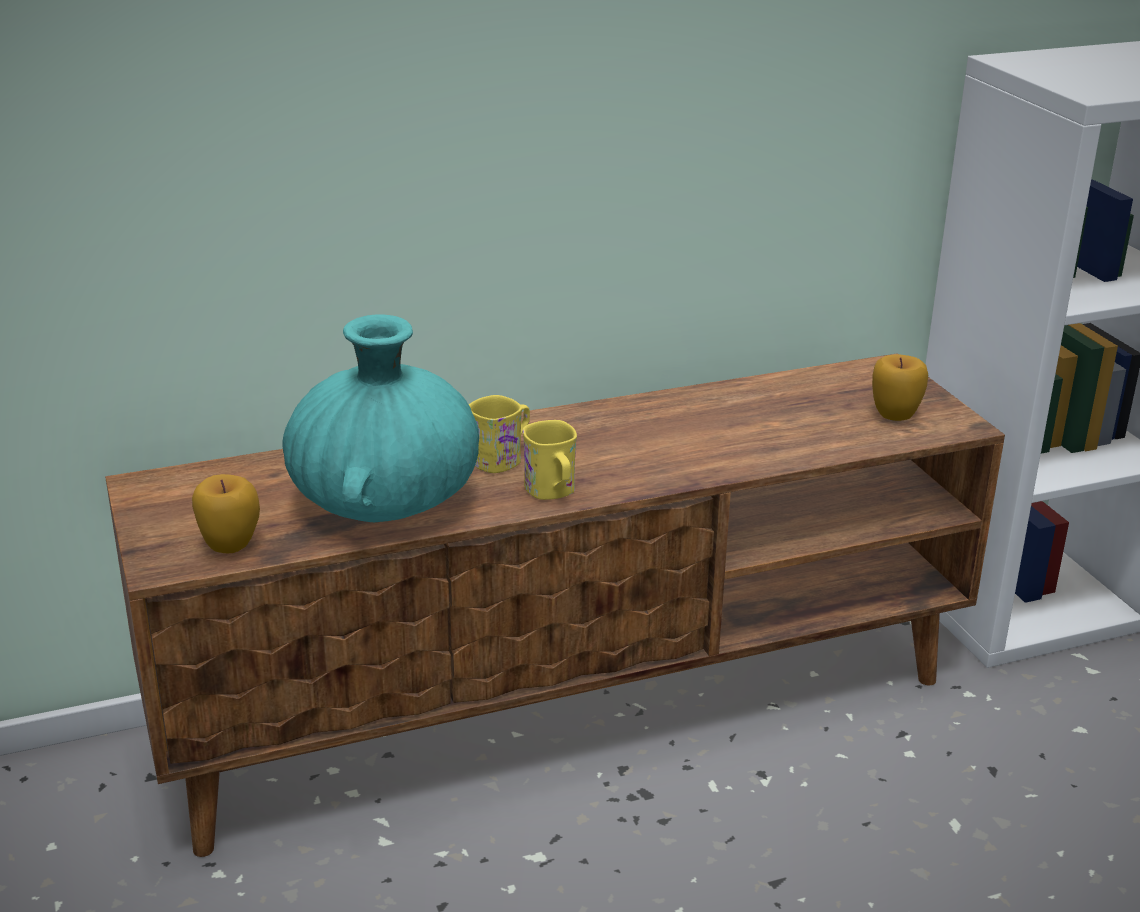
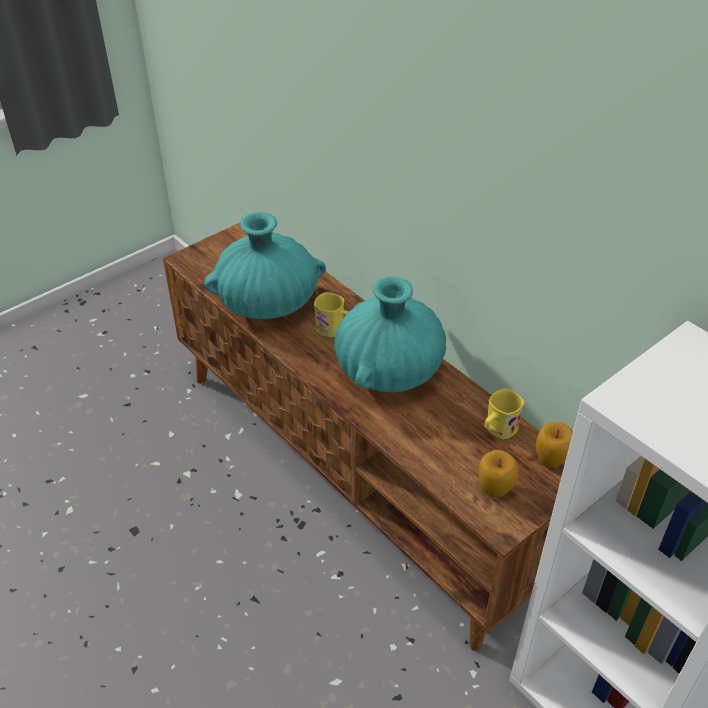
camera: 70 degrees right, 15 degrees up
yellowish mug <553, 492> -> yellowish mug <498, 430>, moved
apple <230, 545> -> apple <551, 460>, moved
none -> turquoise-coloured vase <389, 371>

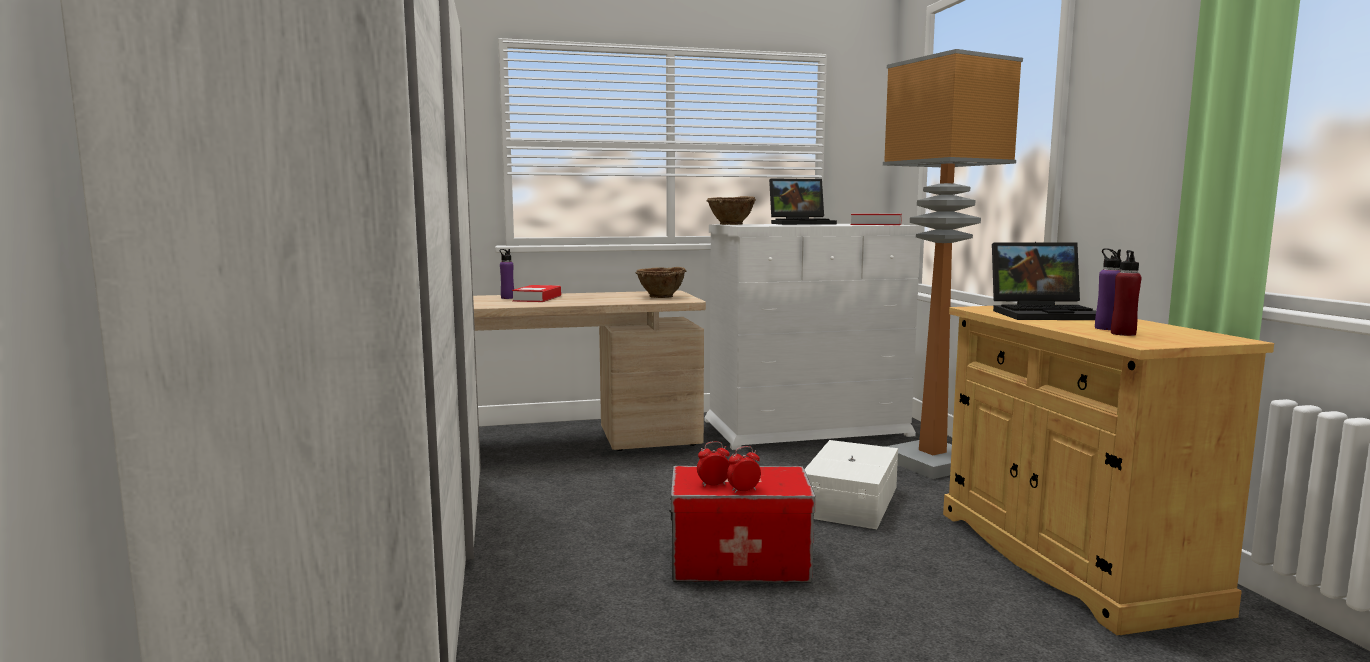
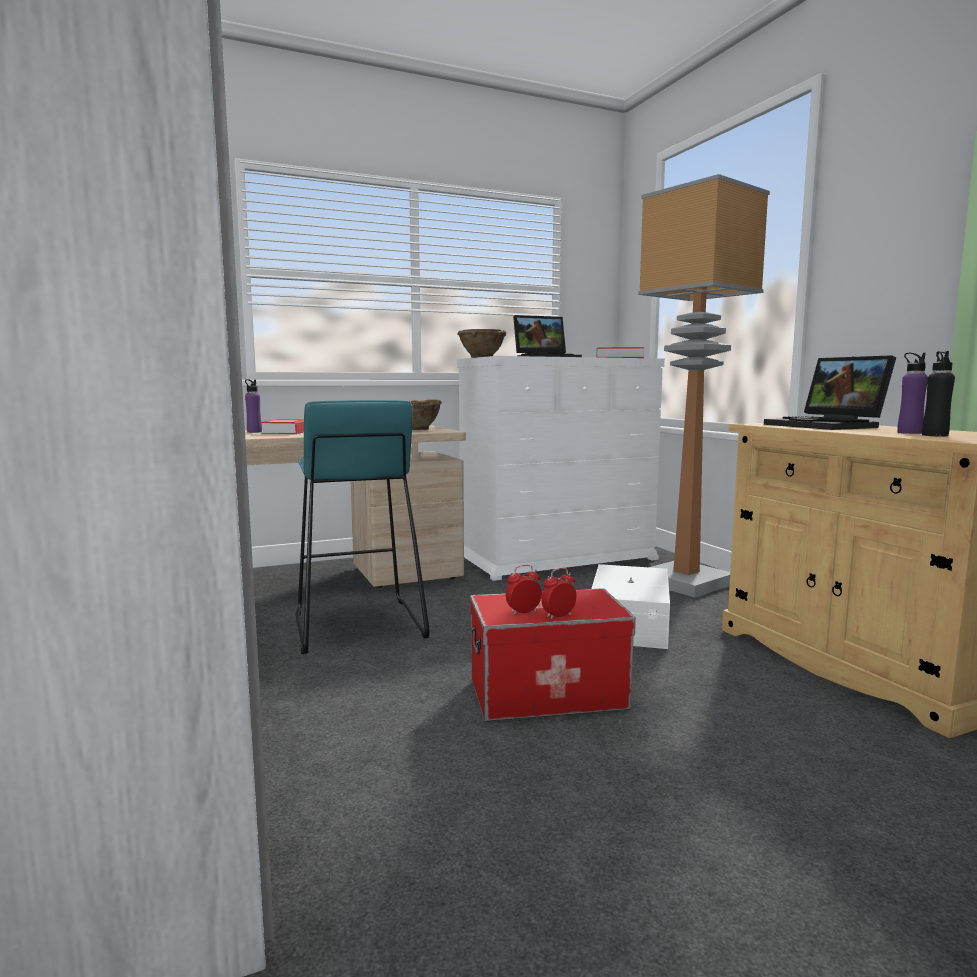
camera: 10 degrees left, 0 degrees up
notebook computer <1045, 314> -> notebook computer <828, 426>, 75 degrees clockwise
reddish drink bottle <1123, 334> -> blackish drink bottle <935, 435>
none -> turquoise-coloured stool <357, 626>

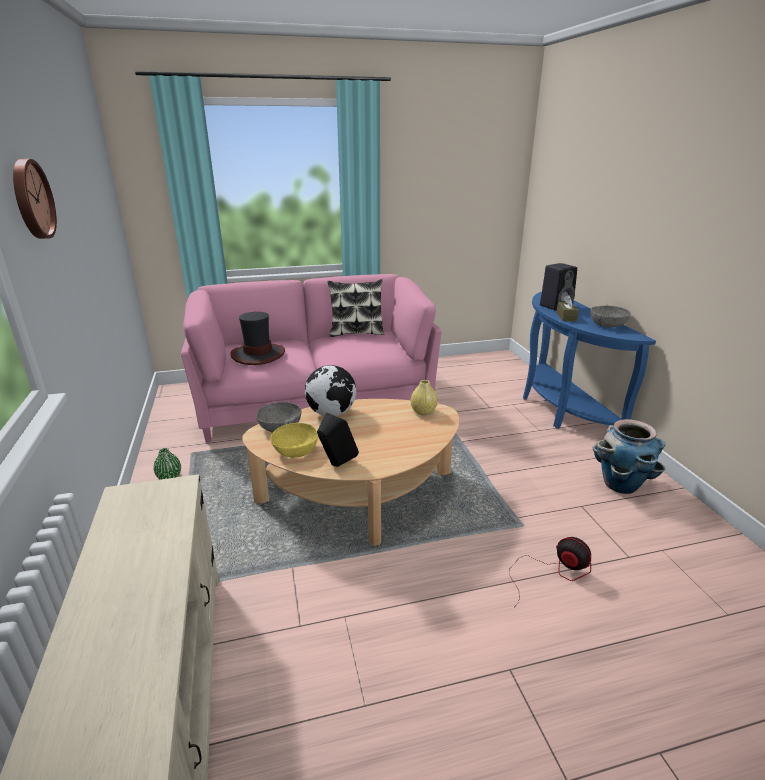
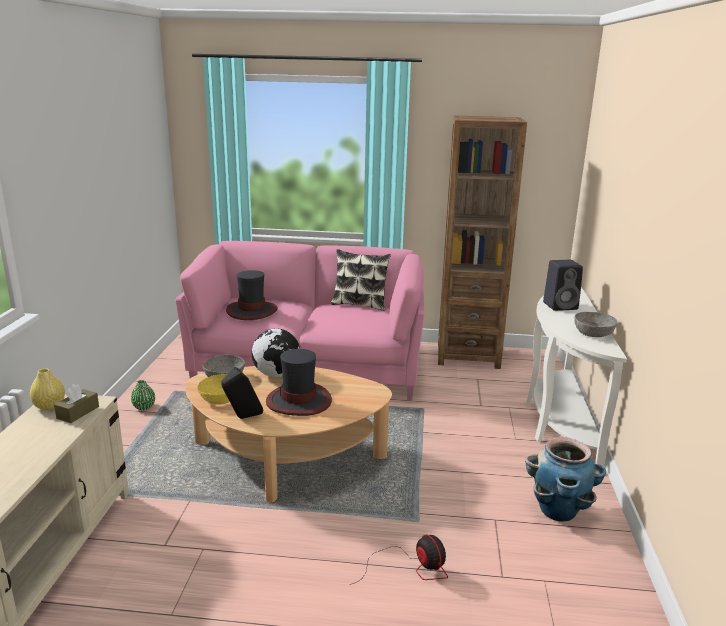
camera: 20 degrees right, 5 degrees down
clock on the wall <31, 199> -> none
bluish console table <559, 409> -> white-coloured console table <558, 422>
brown-coloured tissue holder <566, 317> -> brown-coloured tissue holder <78, 412>, moved
yellowish vase <423, 412> -> yellowish vase <49, 406>, moved
none -> brown-coloured bookcase <468, 356>
none -> hat <299, 401>

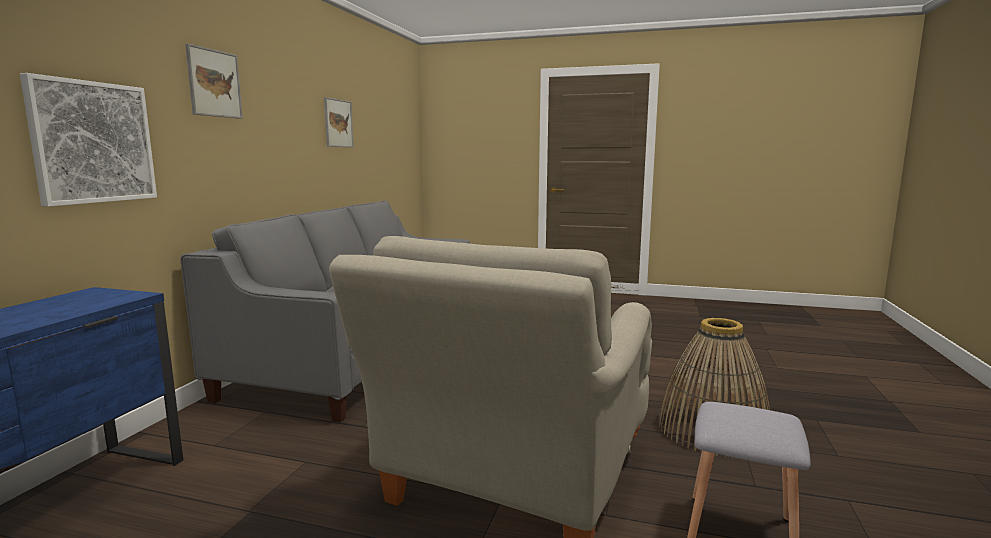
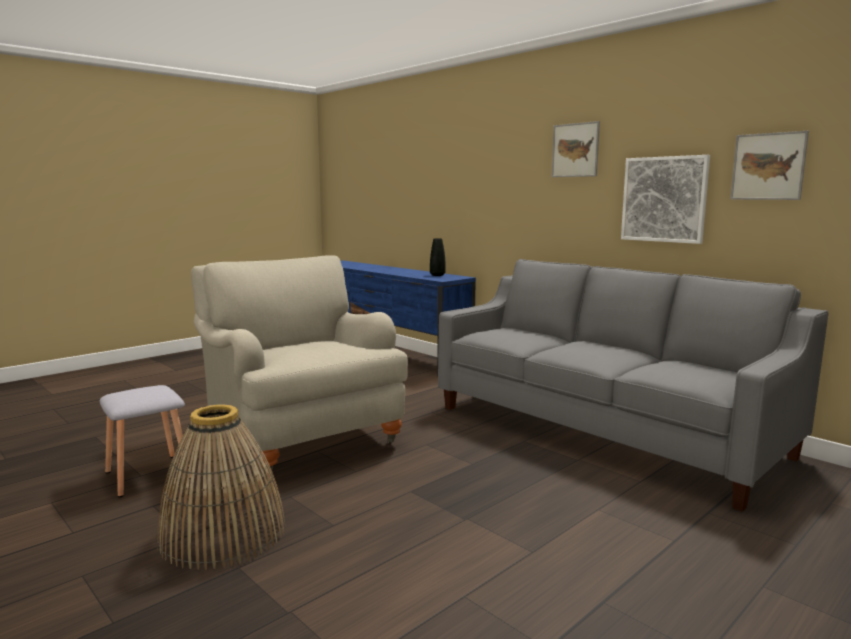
camera: 120 degrees right, 0 degrees up
wall picture <93, 142> -> wall picture <664, 199>, moved
none -> blackish vase <437, 275>

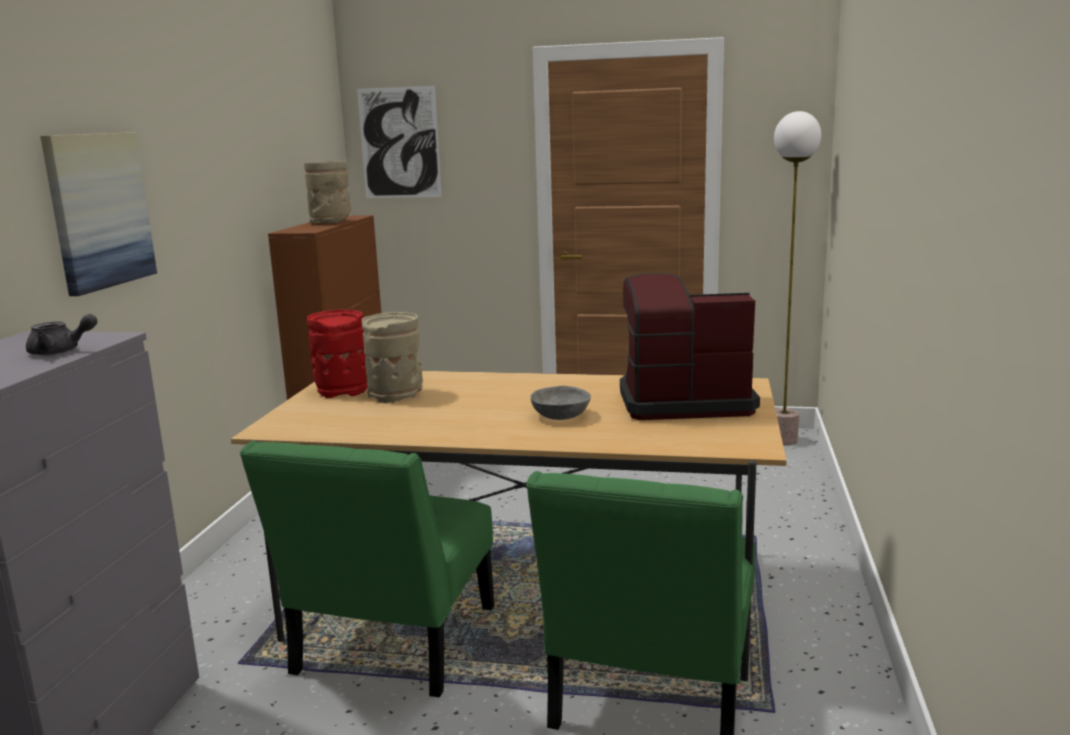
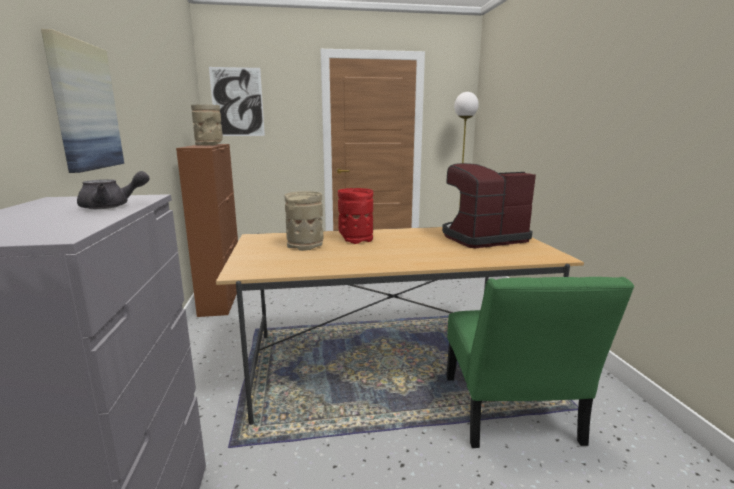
camera: 20 degrees left, 0 degrees up
reddish vase <342, 390> -> reddish vase <355, 239>, moved
greyish deep dish <560, 416> -> none
green-coloured plain chair <390, 646> -> none

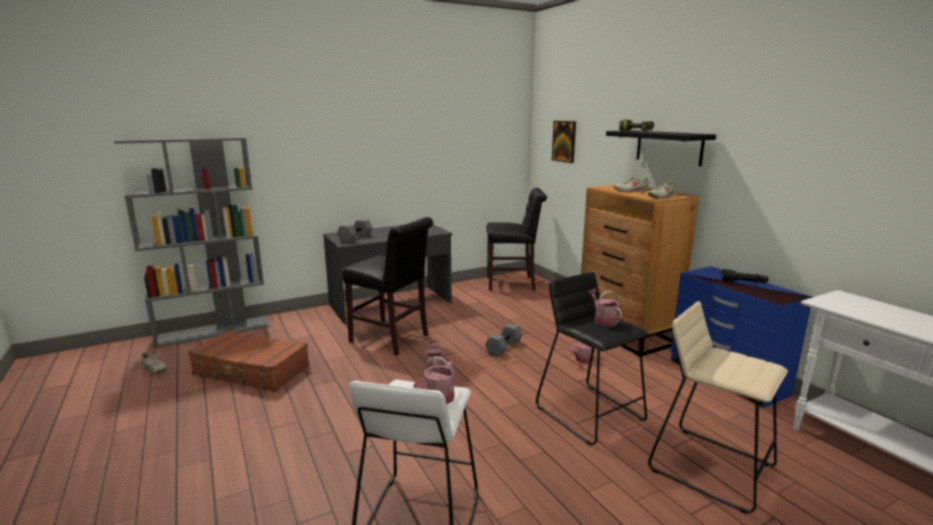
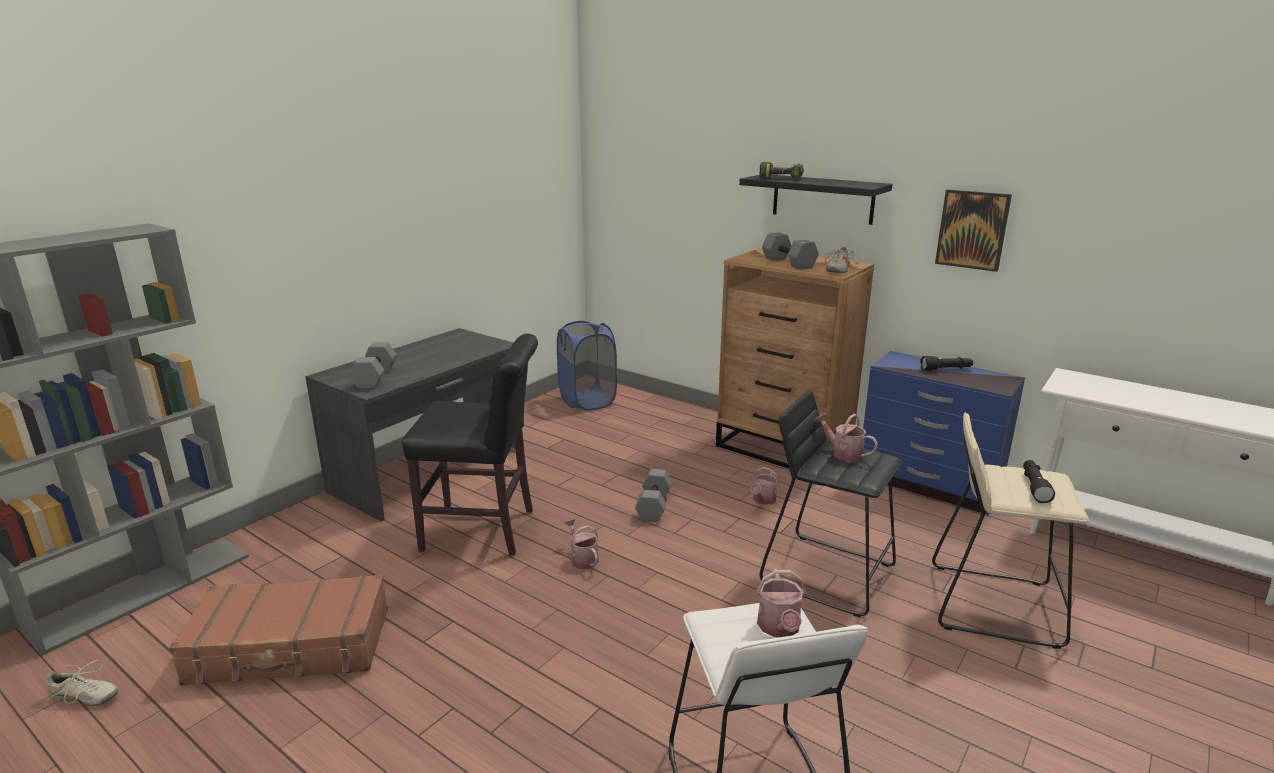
camera: 25 degrees left, 5 degrees up
wall picture <564, 141> -> wall picture <972, 230>, moved
beige-coloured shoe <631, 191> -> greyish hand weight <789, 263>
blackish plain chair <513, 284> -> bluish hamper <587, 401>
none -> blackish flashlight <1034, 487>

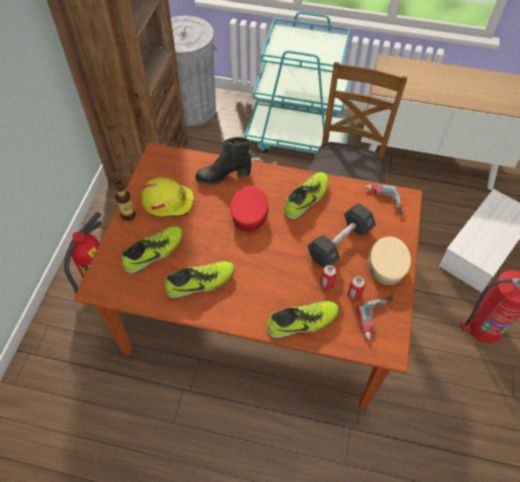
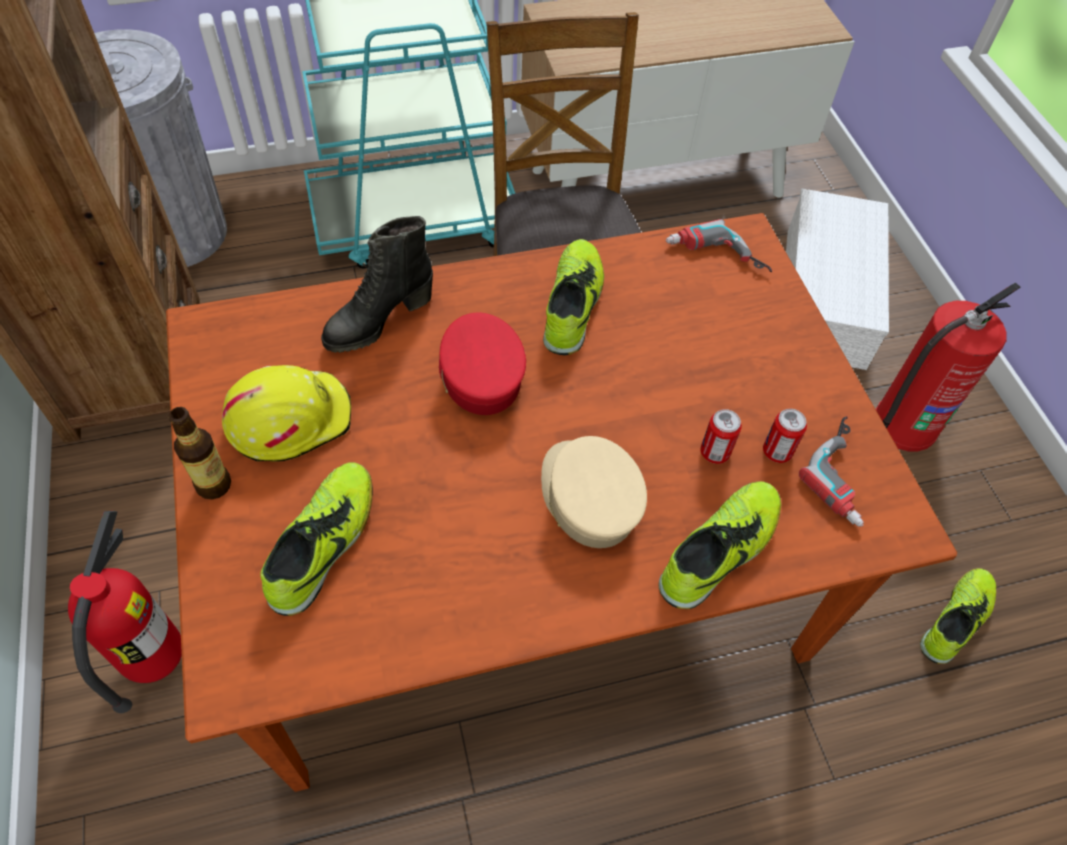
camera: 30 degrees left, 0 degrees up
blackish hand weight <340, 243> -> none
beige-coloured peaked cap <386, 264> -> beige-coloured peaked cap <588, 499>, moved
shoe <201, 283> -> shoe <956, 619>, moved

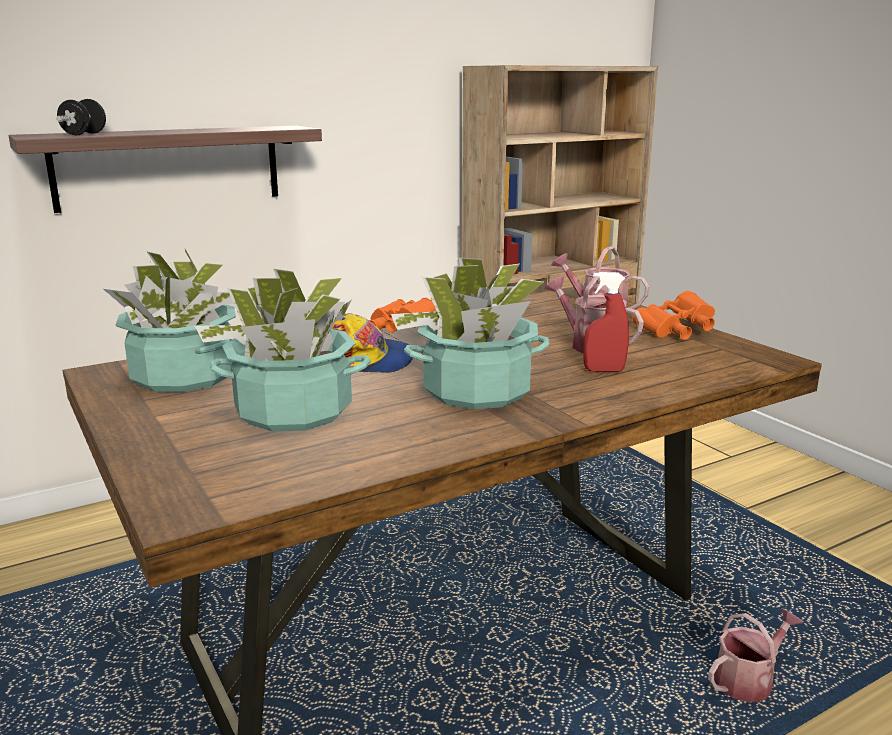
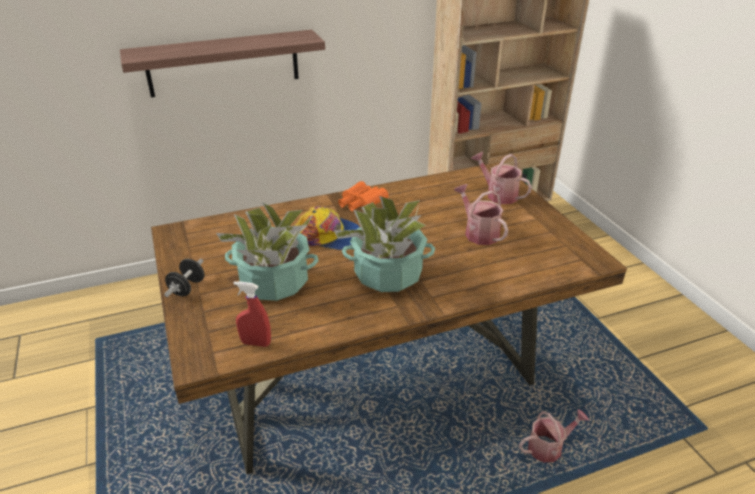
camera: 10 degrees right, 15 degrees up
blackish hand weight <84, 134> -> blackish hand weight <187, 288>, moved
plant in a pot <184, 377> -> none
reddish spray bottle <604, 370> -> reddish spray bottle <256, 343>, moved
orange pair of binoculars <676, 331> -> none

